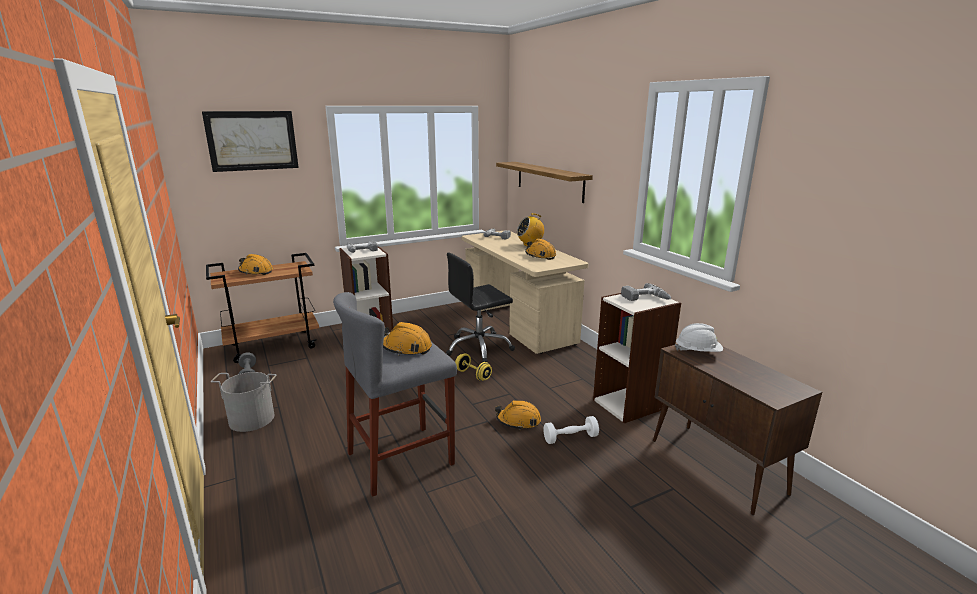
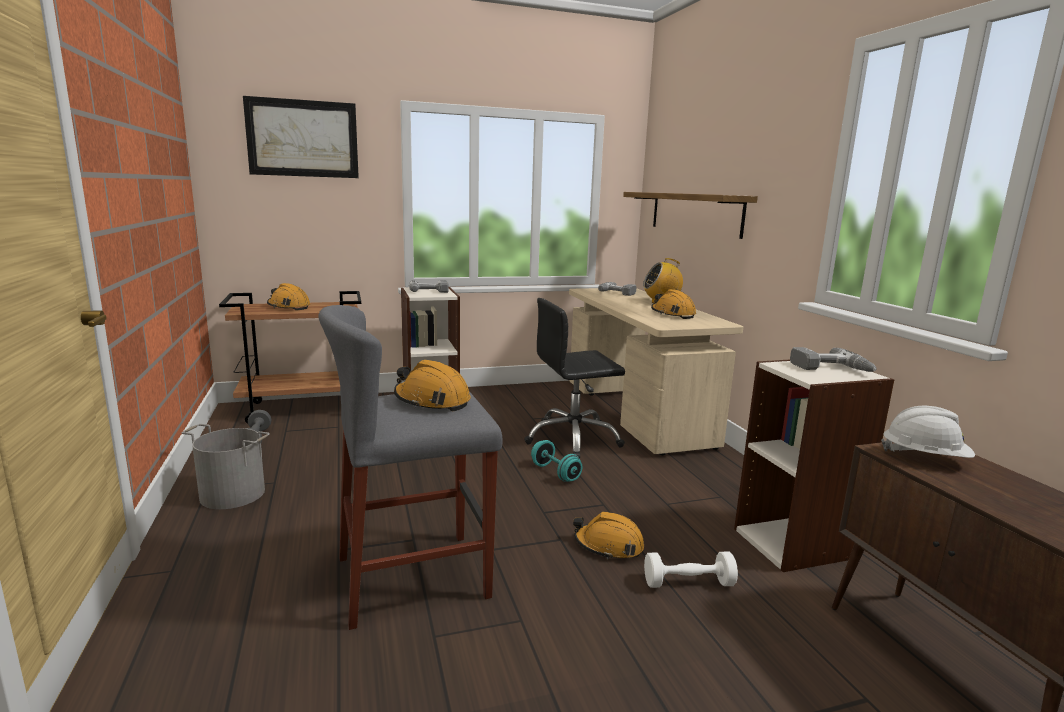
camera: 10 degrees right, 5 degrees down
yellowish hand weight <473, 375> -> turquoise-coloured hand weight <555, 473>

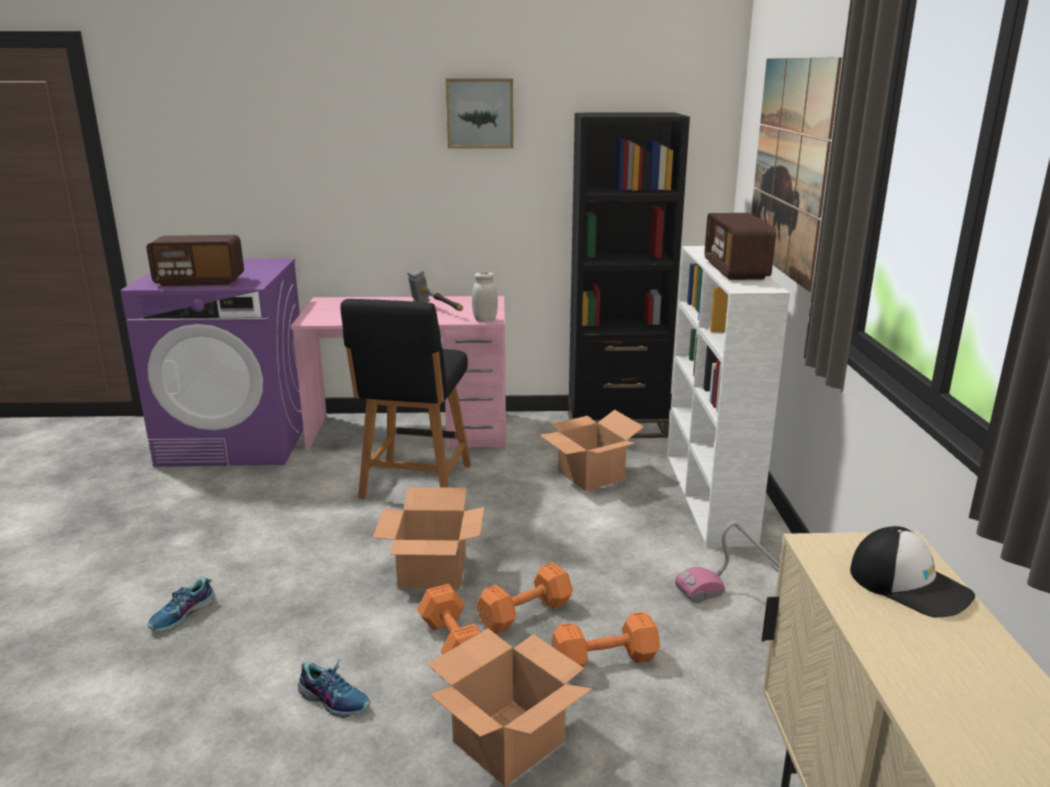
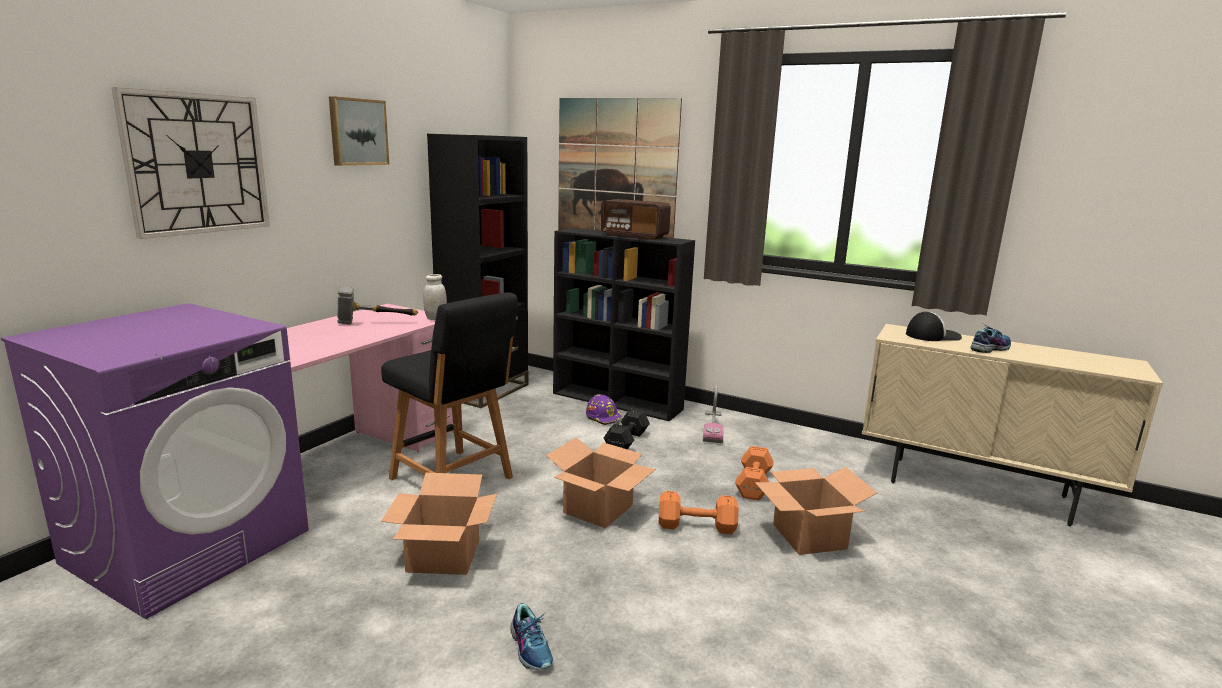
camera: 60 degrees left, 5 degrees down
radio receiver <200, 281> -> none
white-coloured bookcase <709, 498> -> blackish bookcase <618, 401>
cardboard box <592, 475> -> cardboard box <444, 556>, moved
orange hand weight <527, 613> -> none
shoe <334, 699> -> shoe <989, 348>, moved
none -> clock on the wall <197, 164>
none -> purple hard hat <604, 417>
none -> blackish hand weight <627, 441>

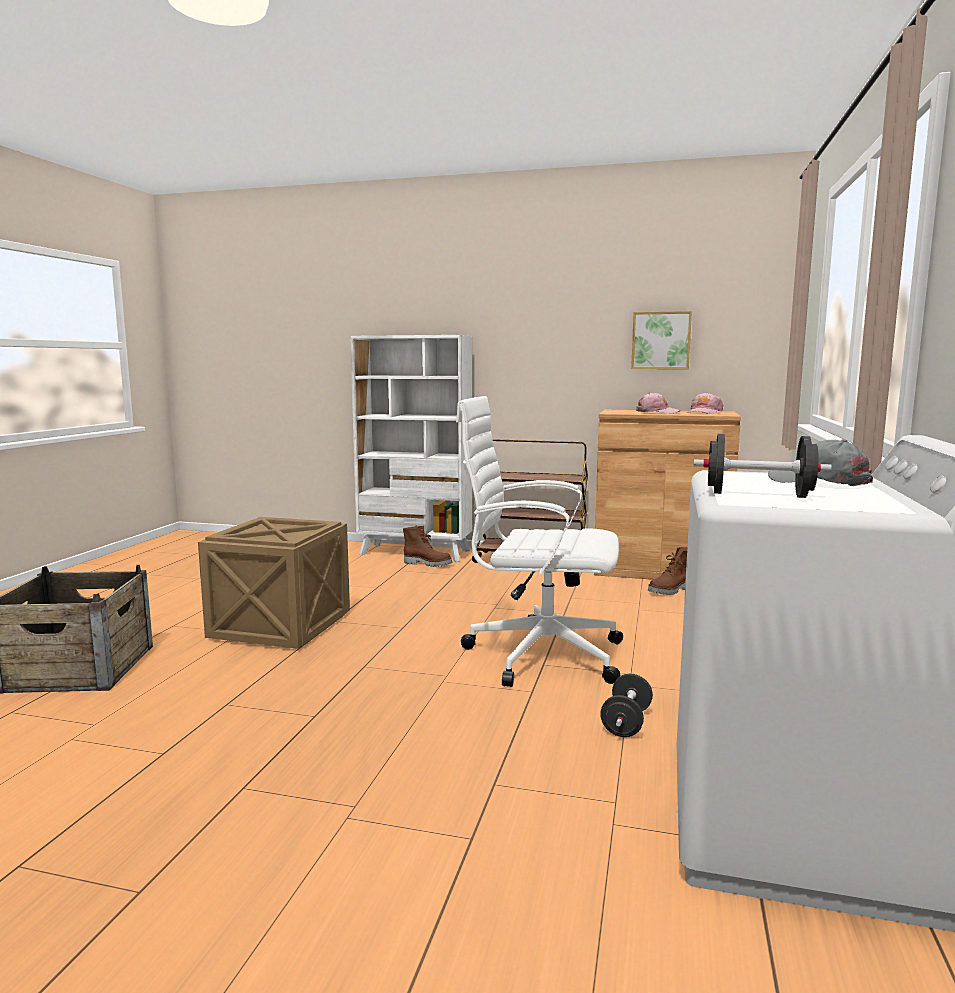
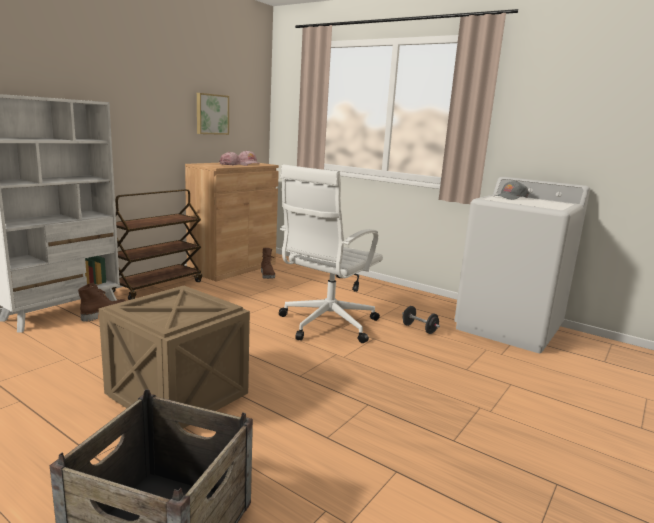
camera: 70 degrees left, 5 degrees up
blackish hand weight <758, 495> -> none

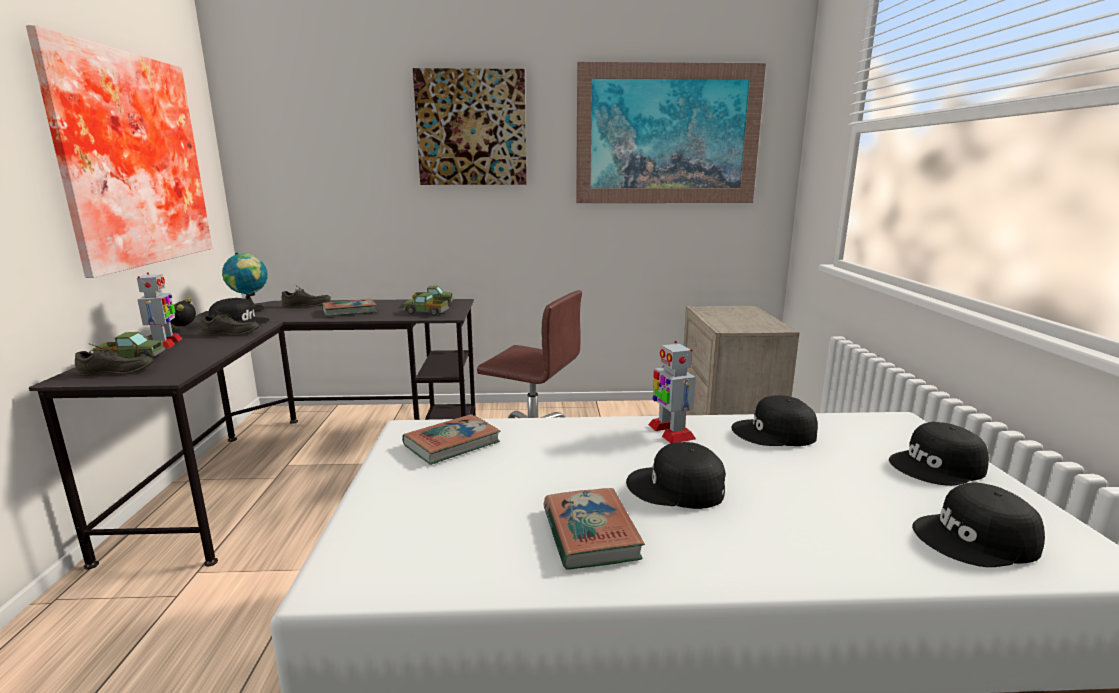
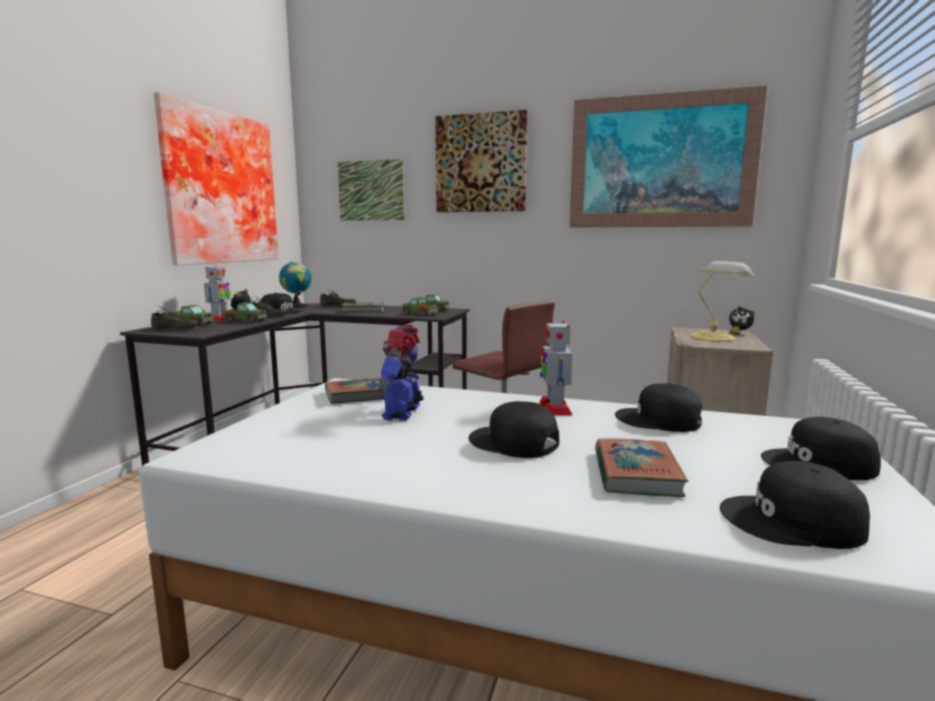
camera: 20 degrees right, 5 degrees down
book <590, 533> -> book <636, 473>, moved
none -> wall picture <371, 190>
none -> table lamp <714, 337>
none -> model truck <245, 321>
none -> table clock <739, 333>
none -> model robot <403, 413>

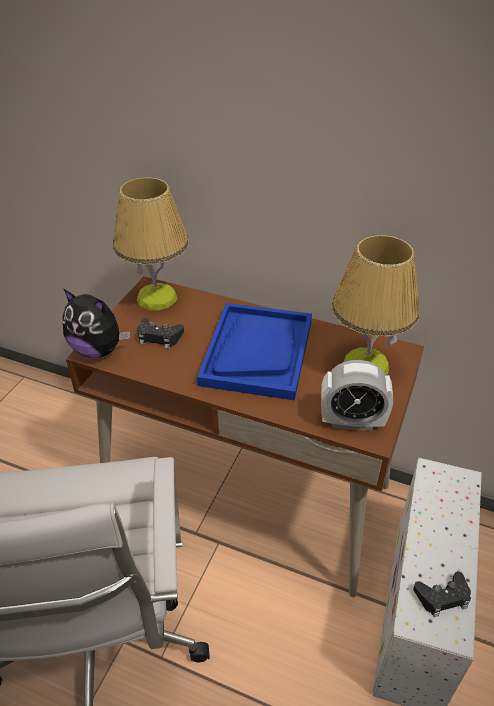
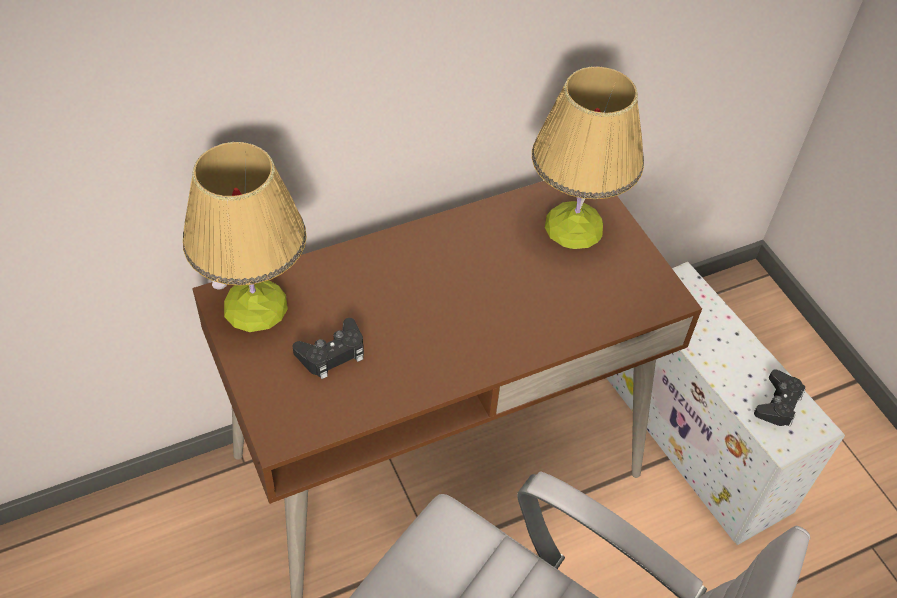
camera: 50 degrees left, 10 degrees up
soft toy <98, 350> -> none
bluish tray <257, 352> -> none
table clock <352, 422> -> none

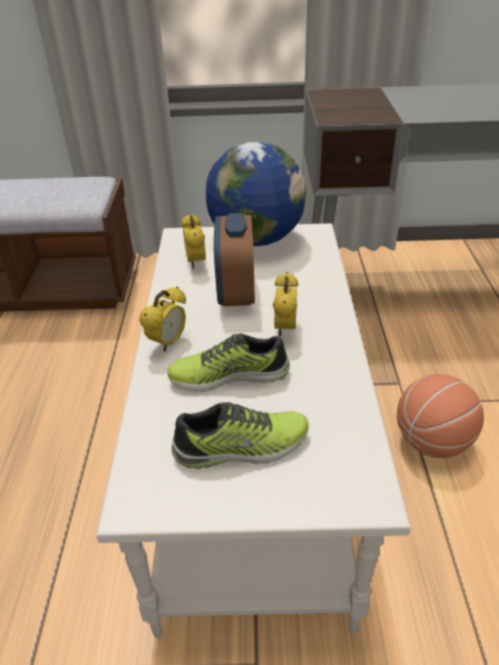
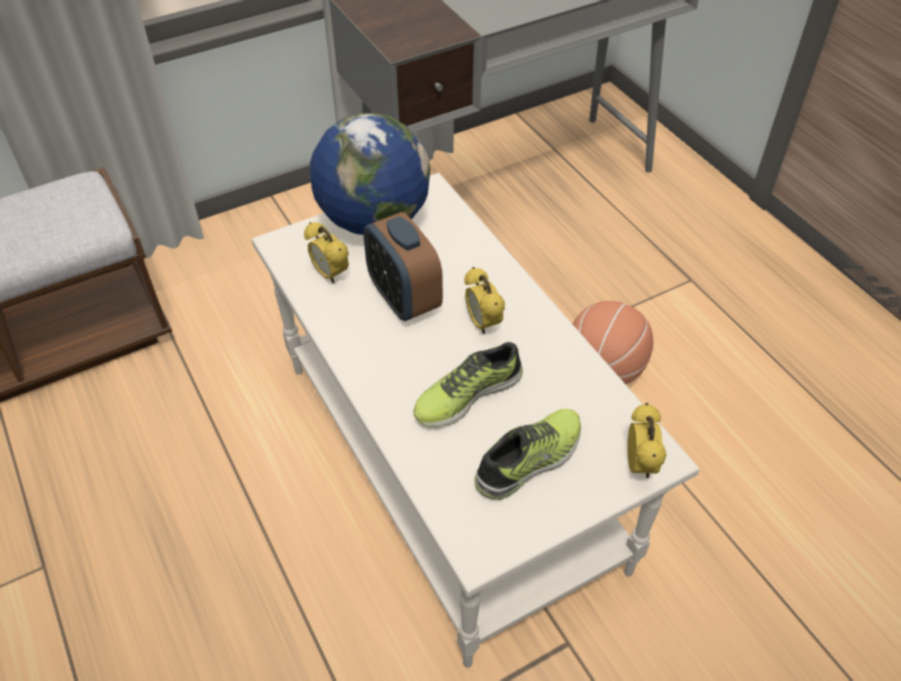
camera: 30 degrees left, 10 degrees up
table clock <168, 343> -> table clock <639, 465>, moved

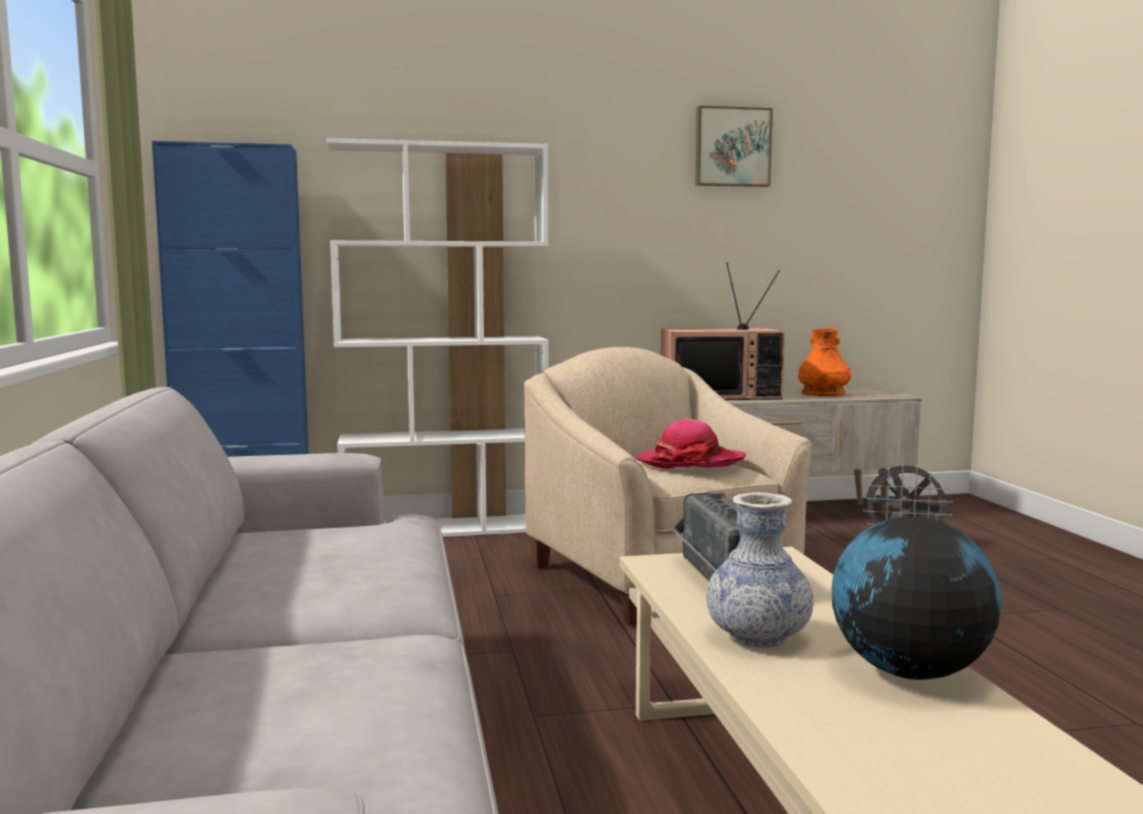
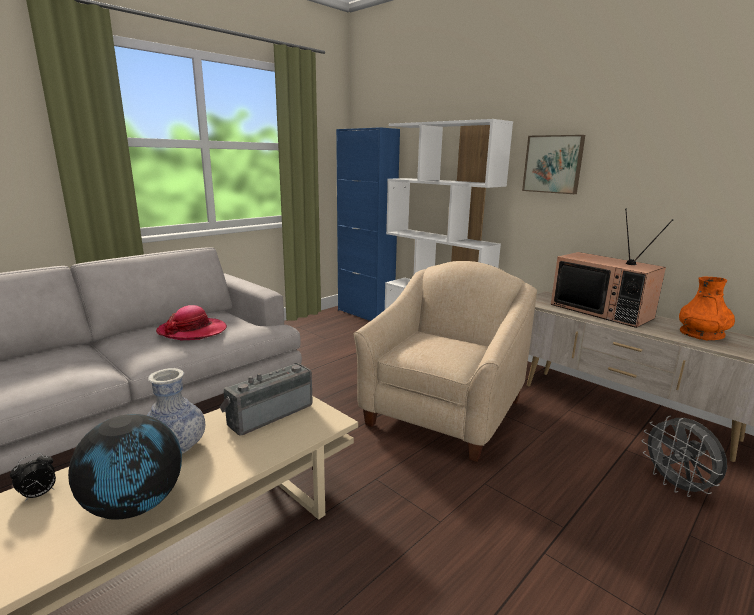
camera: 55 degrees right, 10 degrees up
wall picture <732, 147> -> wall picture <553, 164>, moved
hat <691, 462> -> hat <192, 331>, moved
none -> table clock <39, 495>

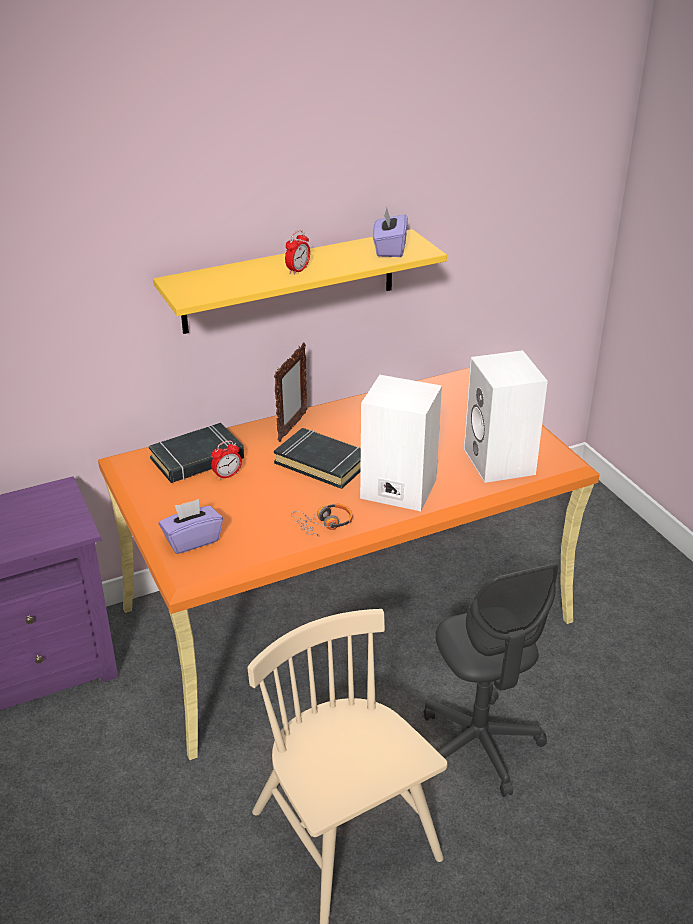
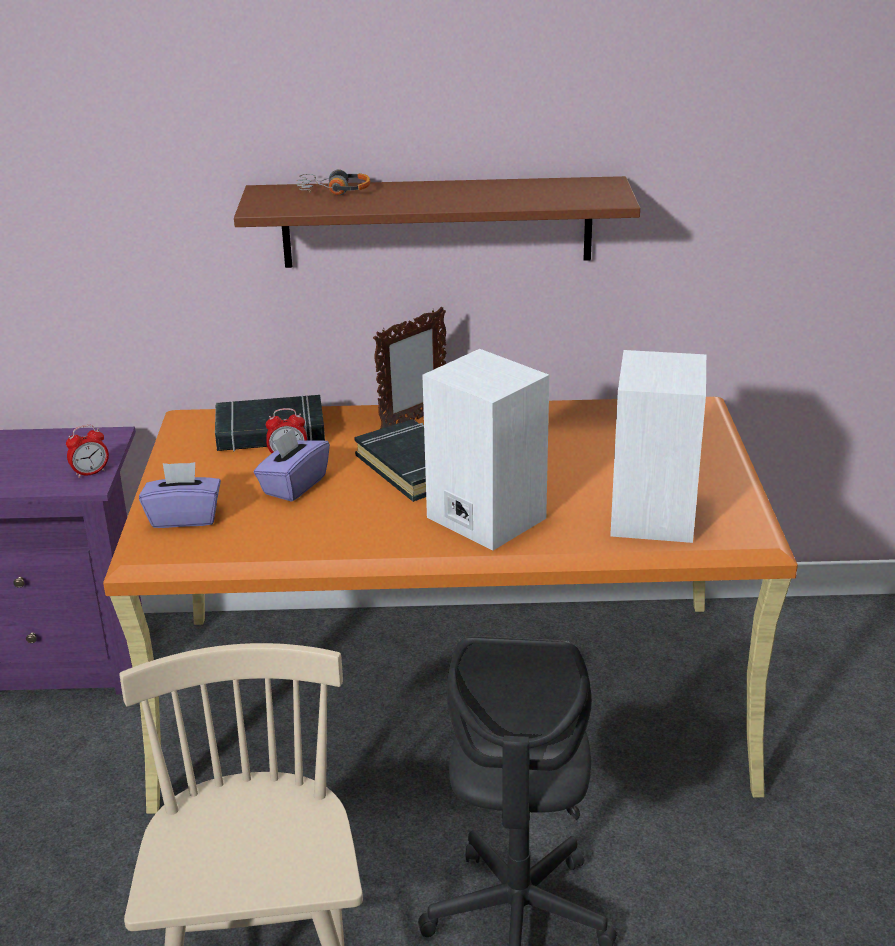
camera: 25 degrees right, 5 degrees down
purple tissue holder <389, 249> -> purple tissue holder <293, 485>, moved
yellowish bracket shelf <289, 281> -> brown-coloured bracket shelf <437, 222>
table clock <298, 270> -> table clock <90, 473>, moved
headphones <324, 524> -> headphones <333, 192>, moved

